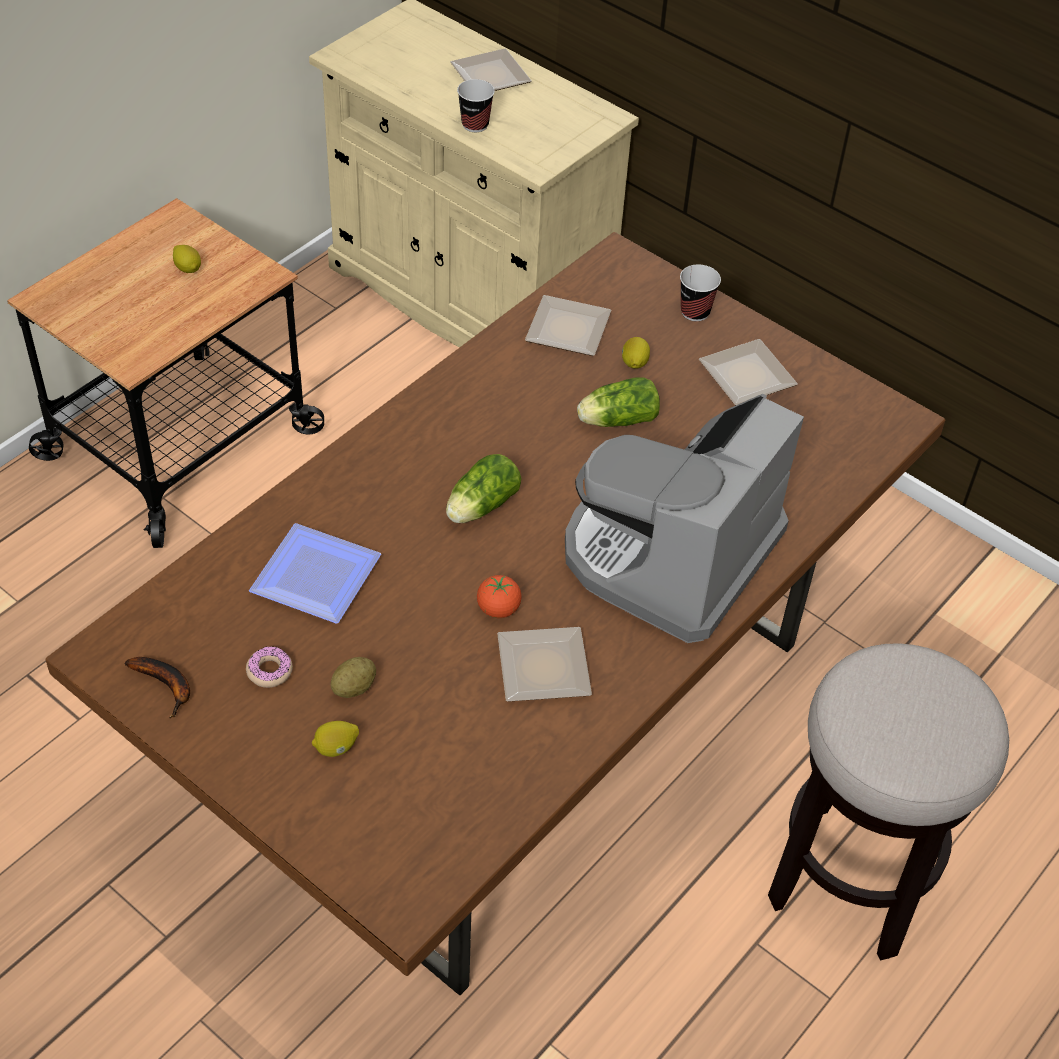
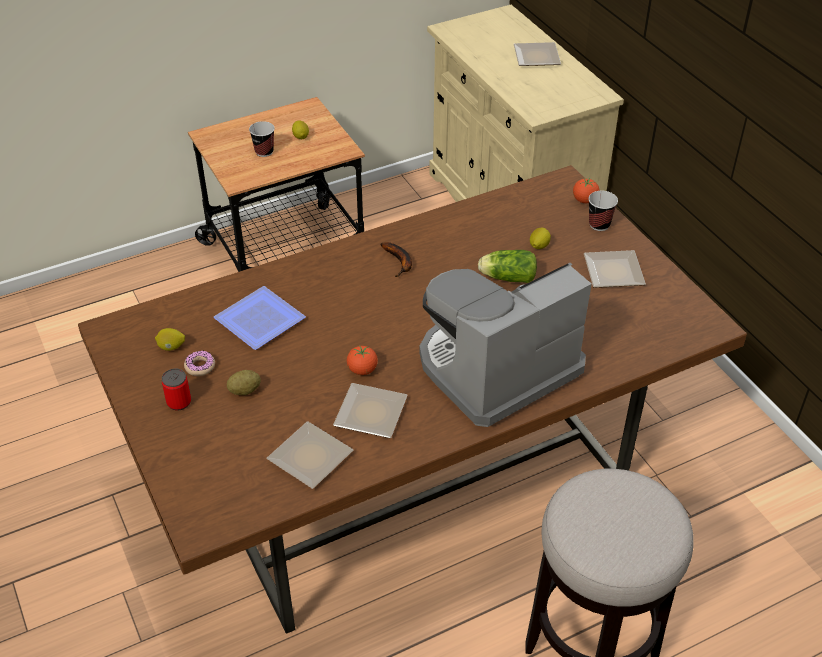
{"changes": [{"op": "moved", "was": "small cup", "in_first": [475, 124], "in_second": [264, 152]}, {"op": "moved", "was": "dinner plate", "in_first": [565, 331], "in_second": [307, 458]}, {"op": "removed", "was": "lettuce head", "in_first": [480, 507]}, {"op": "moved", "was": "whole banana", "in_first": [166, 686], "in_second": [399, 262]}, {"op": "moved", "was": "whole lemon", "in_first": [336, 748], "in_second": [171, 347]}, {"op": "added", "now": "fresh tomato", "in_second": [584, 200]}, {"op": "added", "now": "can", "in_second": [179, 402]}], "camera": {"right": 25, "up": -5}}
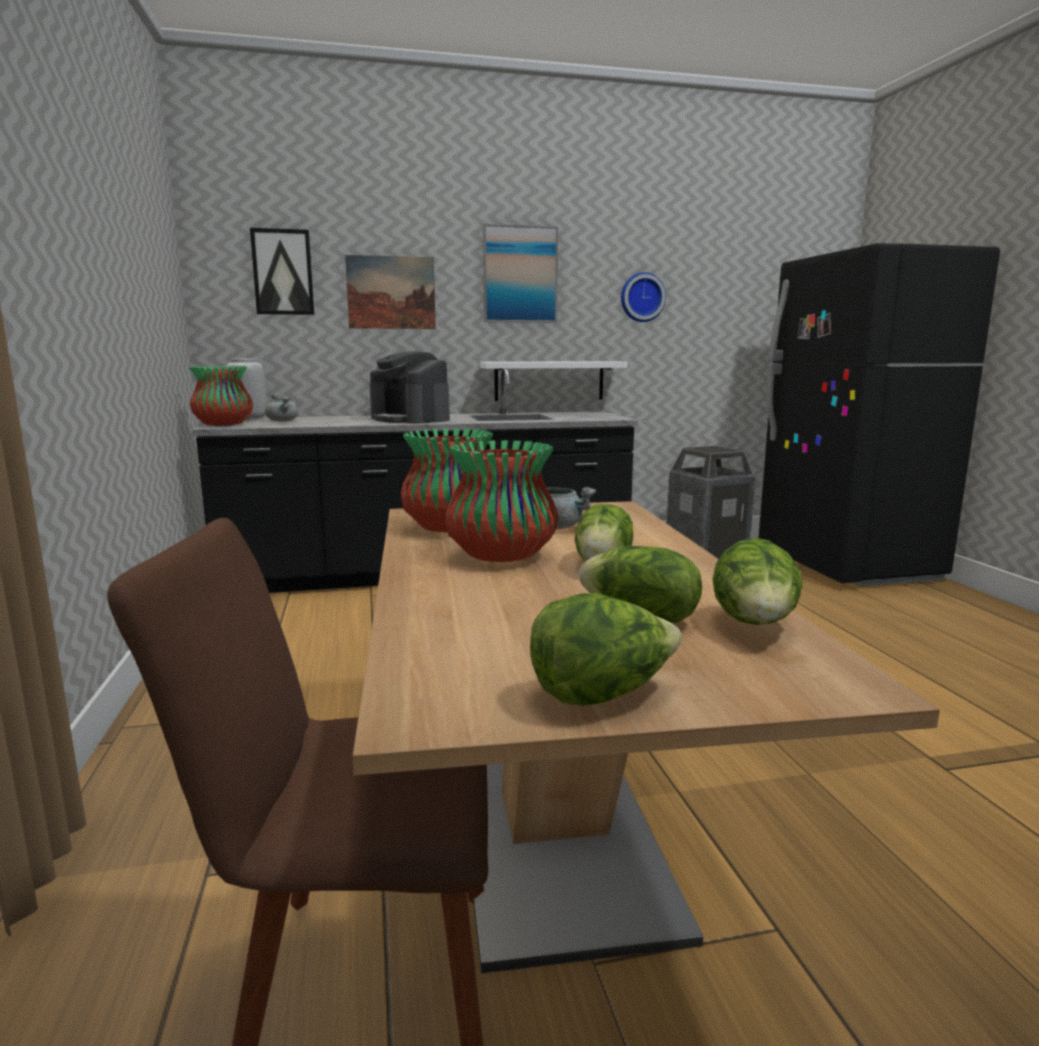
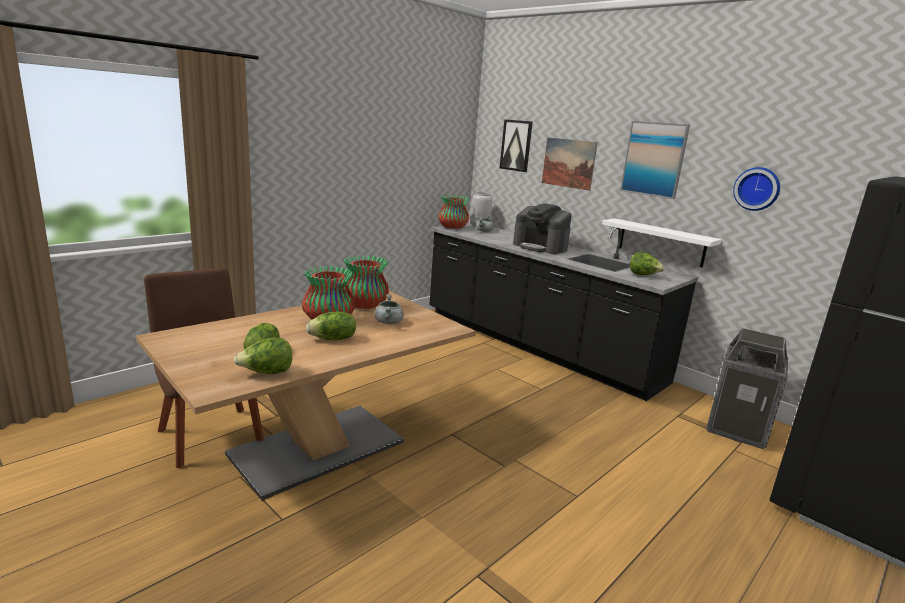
{"changes": [{"op": "turned", "was": "coffee maker", "in_first": [410, 419], "in_second": [540, 247], "clockwise": -60}, {"op": "moved", "was": "lettuce head", "in_first": [601, 694], "in_second": [643, 275]}], "camera": {"right": 55, "up": 5}}
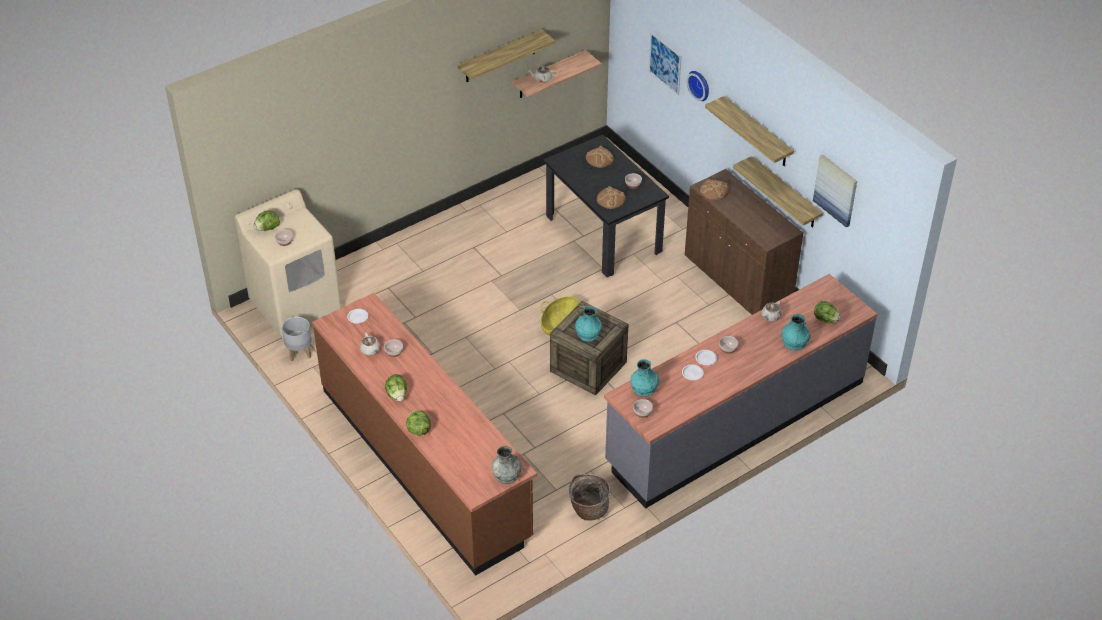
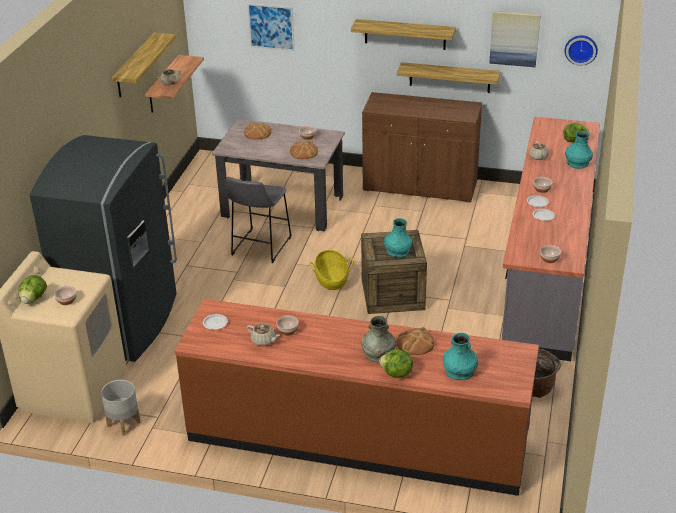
{"changes": [{"op": "moved", "was": "clock on the wall", "in_first": [700, 85], "in_second": [581, 49]}, {"op": "recoloured", "was": "black-coloured dining table", "now": "beige dining table", "in_first": [603, 234], "in_second": [282, 207]}, {"op": "moved", "was": "baked bread", "in_first": [714, 191], "in_second": [415, 343]}, {"op": "moved", "was": "blue-green vase", "in_first": [644, 388], "in_second": [459, 370]}, {"op": "removed", "was": "lettuce head", "in_first": [397, 395]}, {"op": "moved", "was": "gray vase", "in_first": [506, 474], "in_second": [378, 353]}, {"op": "added", "now": "gray refrigerator", "in_second": [124, 323]}, {"op": "added", "now": "gray stool seat", "in_second": [259, 247]}], "camera": {"right": -40, "up": -10}}
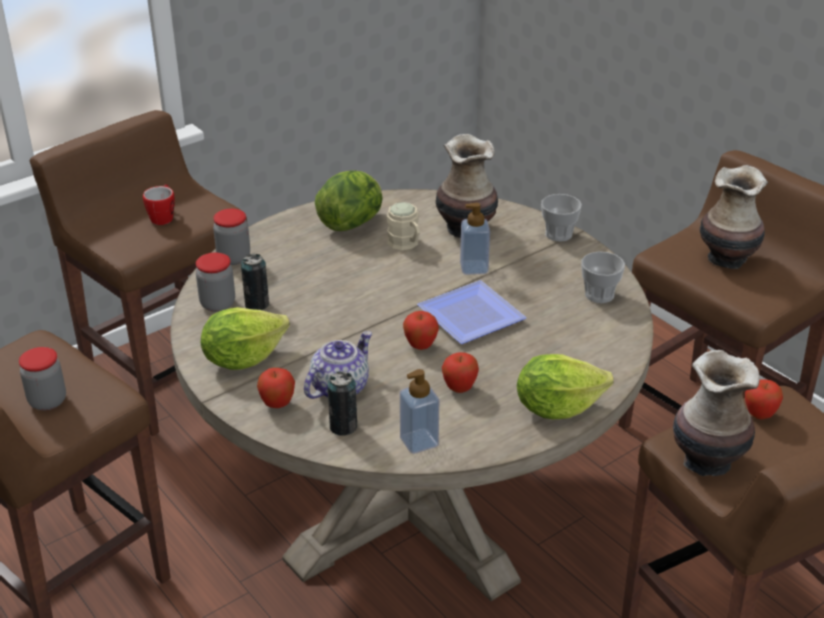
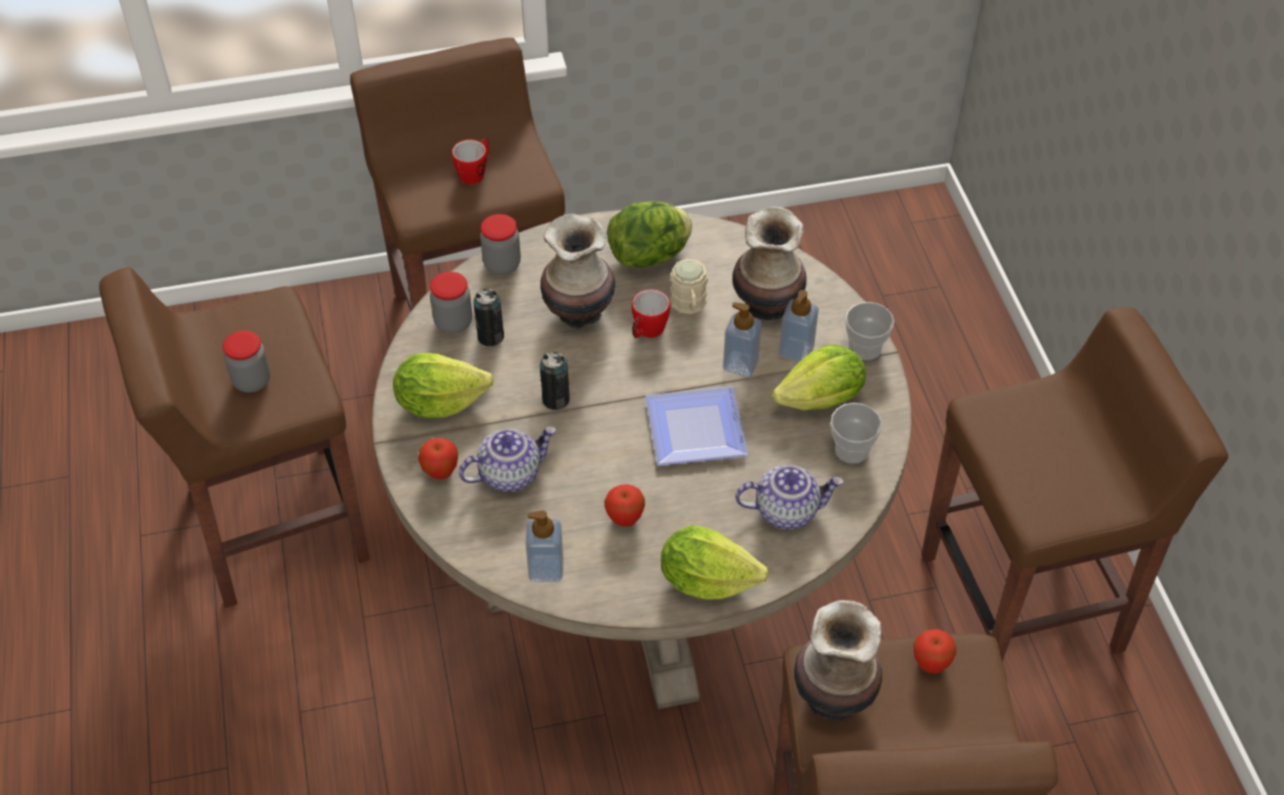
{"changes": [{"op": "moved", "was": "vase", "in_first": [727, 258], "in_second": [580, 311]}, {"op": "removed", "was": "apple", "in_first": [420, 346]}, {"op": "moved", "was": "can", "in_first": [343, 426], "in_second": [556, 399]}, {"op": "added", "now": "tea mug", "in_second": [647, 332]}, {"op": "added", "now": "liquid soap bottle", "in_second": [796, 350]}, {"op": "added", "now": "lettuce head", "in_second": [821, 400]}, {"op": "added", "now": "tea pot", "in_second": [787, 510]}], "camera": {"right": 25, "up": 15}}
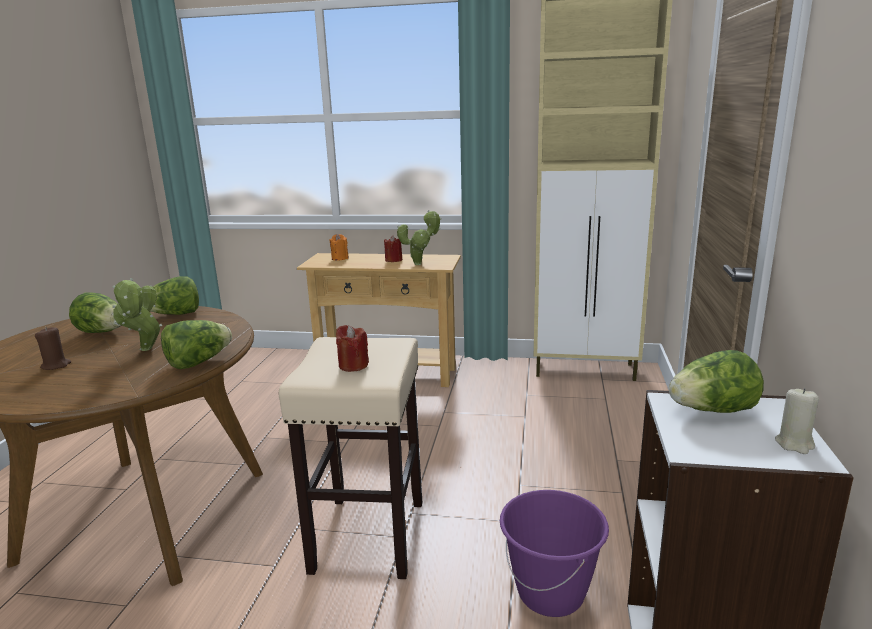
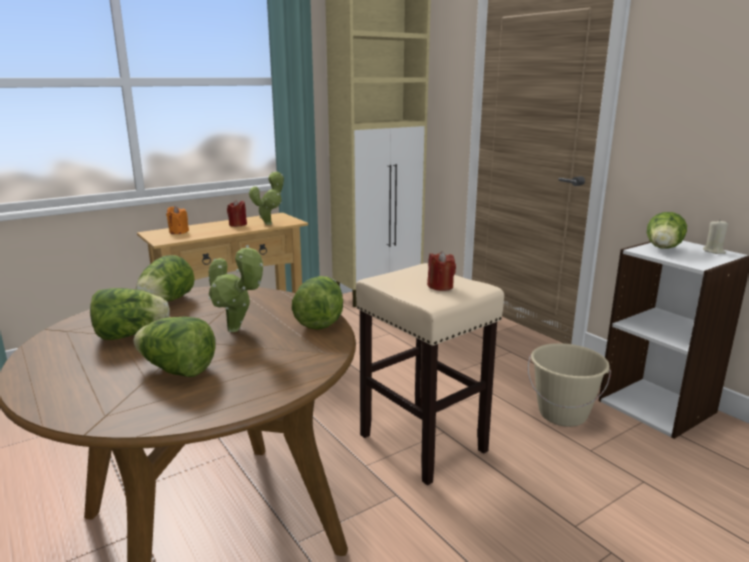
{"changes": [{"op": "replaced", "was": "brown-coloured wax light", "now": "lettuce head", "in_first": [56, 365], "in_second": [177, 370]}, {"op": "recoloured", "was": "purple bucket", "now": "beige bucket", "in_first": [551, 593], "in_second": [562, 414]}], "camera": {"right": -45, "up": 0}}
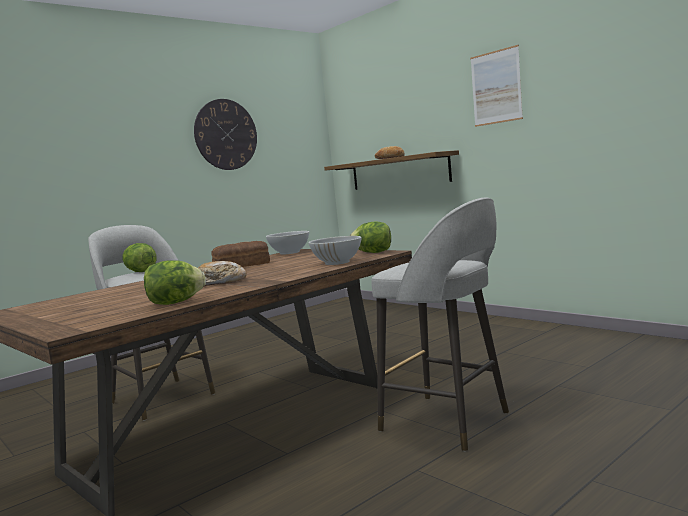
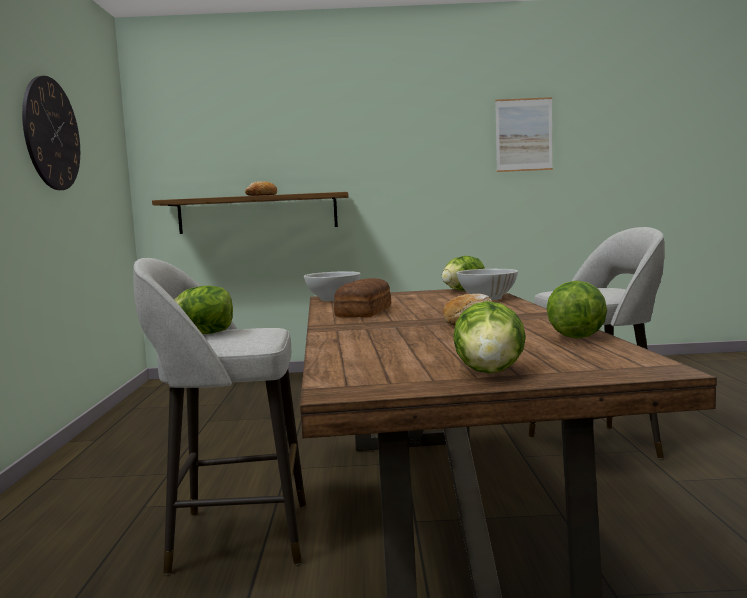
{"changes": [{"op": "moved", "was": "picture", "in_first": [496, 87], "in_second": [524, 135]}, {"op": "added", "now": "lettuce head", "in_second": [489, 372]}], "camera": {"right": -50, "up": 0}}
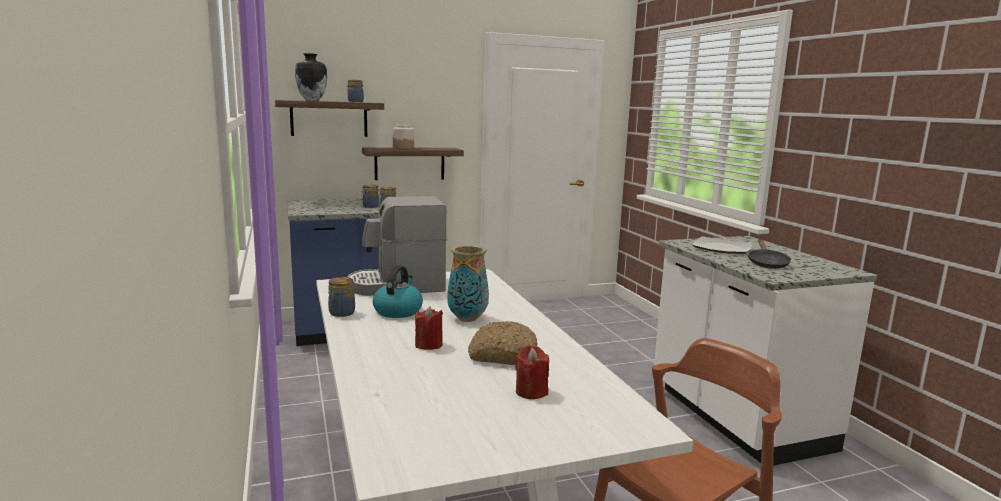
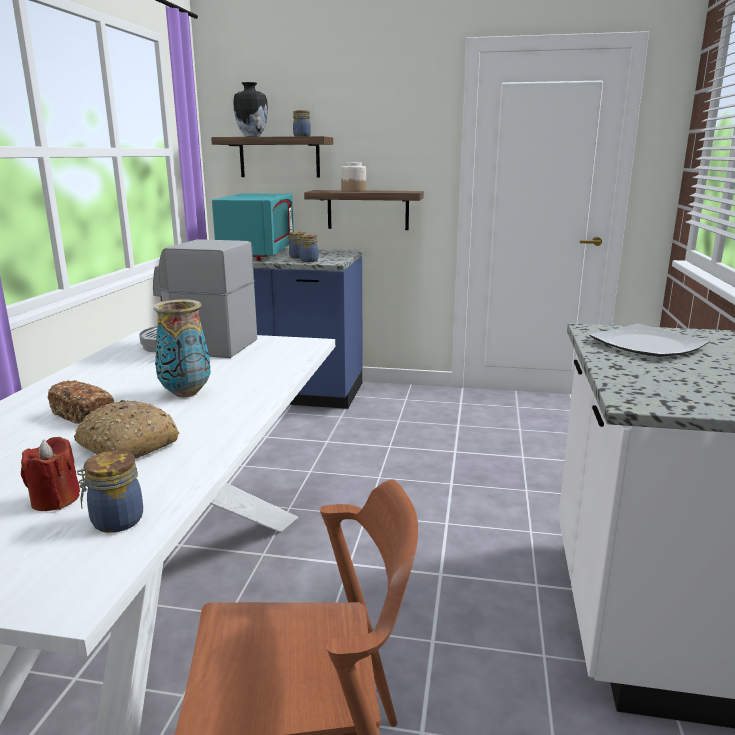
{"changes": [{"op": "removed", "was": "black-coloured skillet", "in_first": [766, 263]}, {"op": "removed", "was": "kettle", "in_first": [398, 311]}, {"op": "moved", "was": "storage jar", "in_first": [341, 313], "in_second": [115, 521]}, {"op": "replaced", "was": "red-coloured wax light", "now": "baked bread", "in_first": [428, 345], "in_second": [84, 416]}, {"op": "added", "now": "blue-green kitchen microwave", "in_second": [258, 254]}], "camera": {"right": 30, "up": 5}}
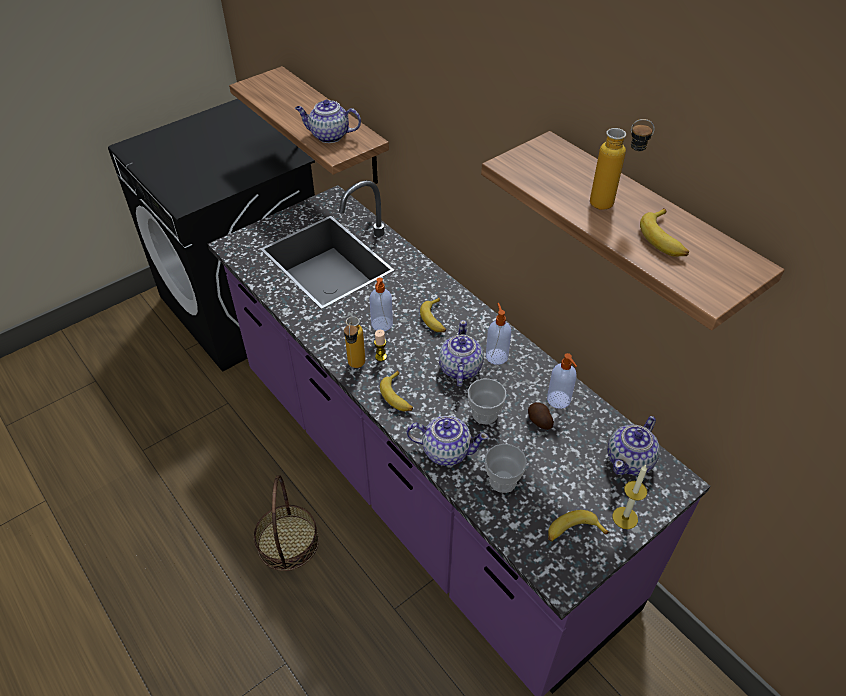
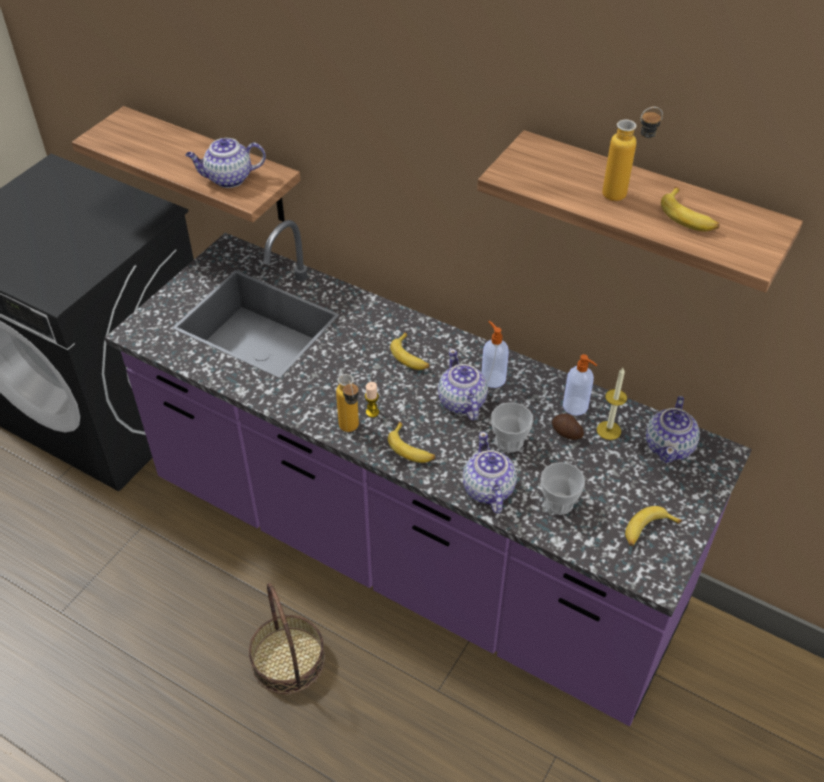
{"changes": [{"op": "removed", "was": "liquid soap bottle", "in_first": [381, 324]}, {"op": "turned", "was": "tea pot", "in_first": [445, 450], "in_second": [488, 490], "clockwise": -90}, {"op": "moved", "was": "wax light", "in_first": [625, 518], "in_second": [608, 430]}], "camera": {"right": -20, "up": 0}}
